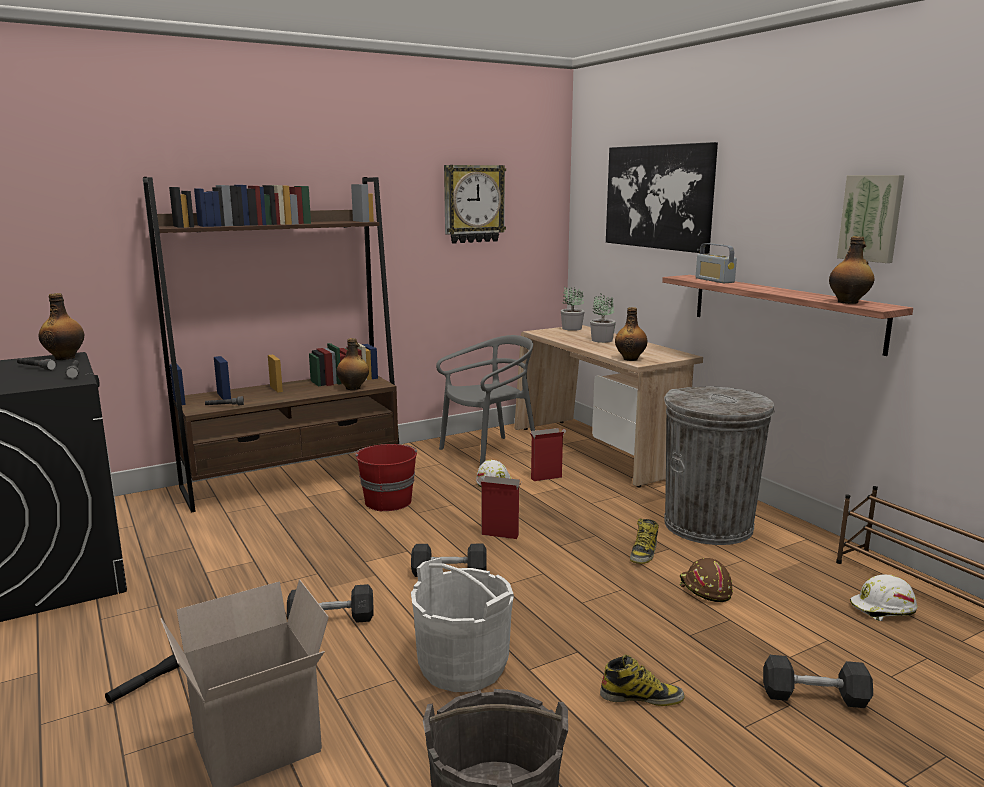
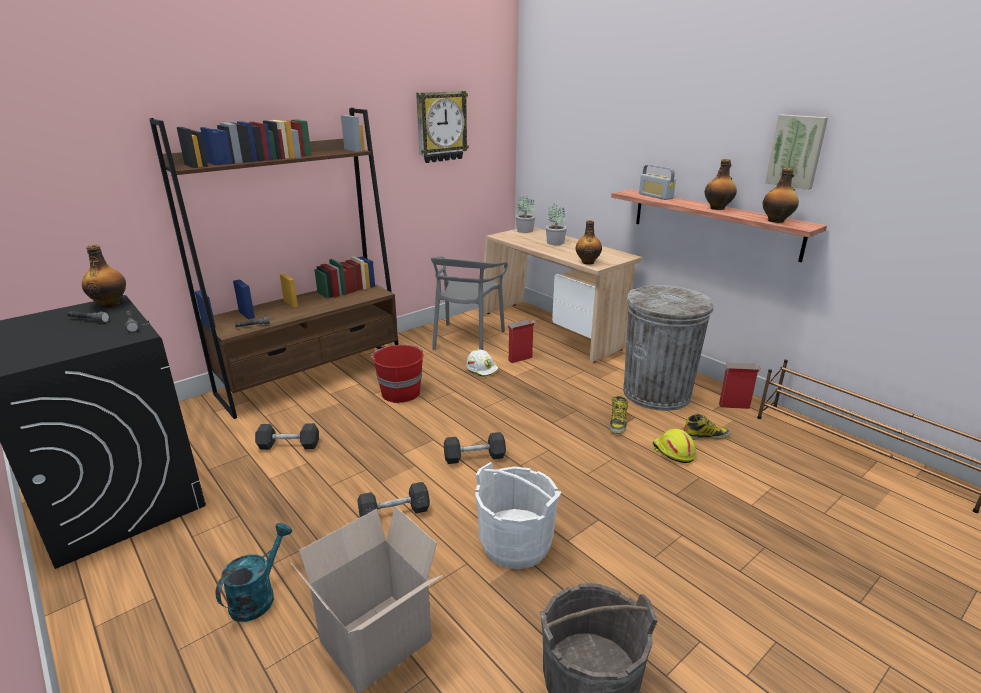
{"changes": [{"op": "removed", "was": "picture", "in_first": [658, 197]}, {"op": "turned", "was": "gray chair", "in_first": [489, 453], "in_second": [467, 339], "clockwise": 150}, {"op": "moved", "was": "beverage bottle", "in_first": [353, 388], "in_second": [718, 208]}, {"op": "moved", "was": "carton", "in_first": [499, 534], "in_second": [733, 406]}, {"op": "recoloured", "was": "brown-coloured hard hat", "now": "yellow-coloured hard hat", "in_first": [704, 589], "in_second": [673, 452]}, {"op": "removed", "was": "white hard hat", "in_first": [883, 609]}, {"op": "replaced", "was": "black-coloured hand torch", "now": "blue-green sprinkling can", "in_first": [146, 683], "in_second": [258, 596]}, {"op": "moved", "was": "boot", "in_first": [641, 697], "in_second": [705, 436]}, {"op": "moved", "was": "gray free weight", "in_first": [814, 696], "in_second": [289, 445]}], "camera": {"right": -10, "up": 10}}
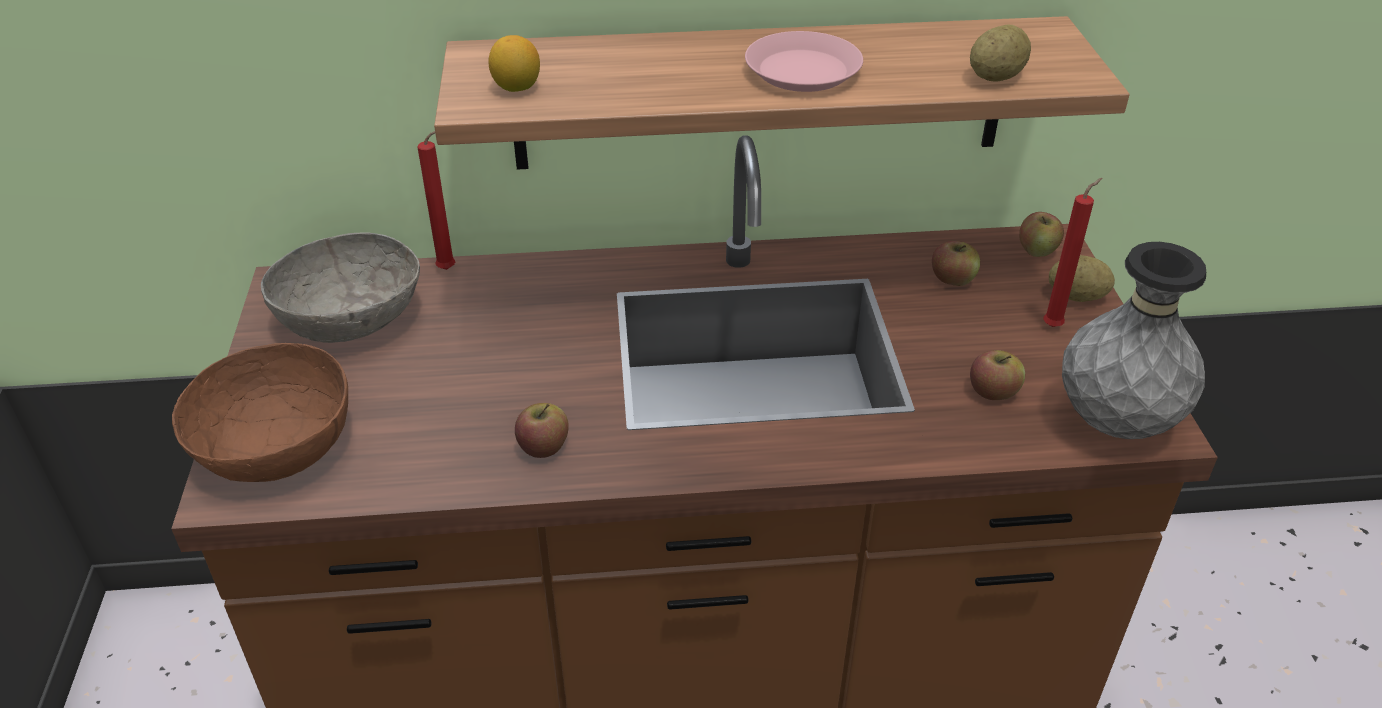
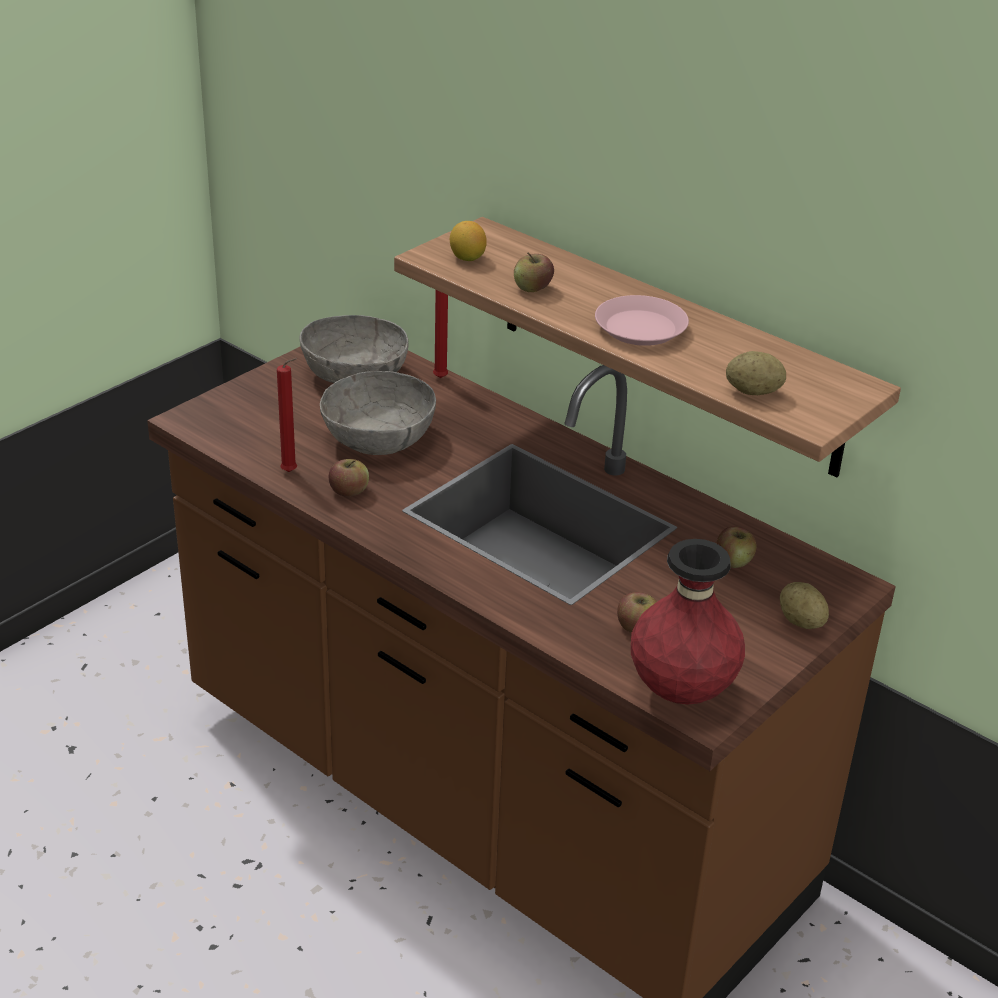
{"changes": [{"op": "moved", "was": "red-coloured wax light", "in_first": [1055, 325], "in_second": [291, 472]}, {"op": "moved", "was": "apple", "in_first": [1037, 250], "in_second": [533, 288]}, {"op": "recoloured", "was": "gray vase", "now": "red-coloured vase", "in_first": [1115, 423], "in_second": [681, 691]}, {"op": "removed", "was": "brown-coloured bowl", "in_first": [276, 446]}, {"op": "added", "now": "gray bowl", "in_second": [378, 438]}], "camera": {"right": 45, "up": -5}}
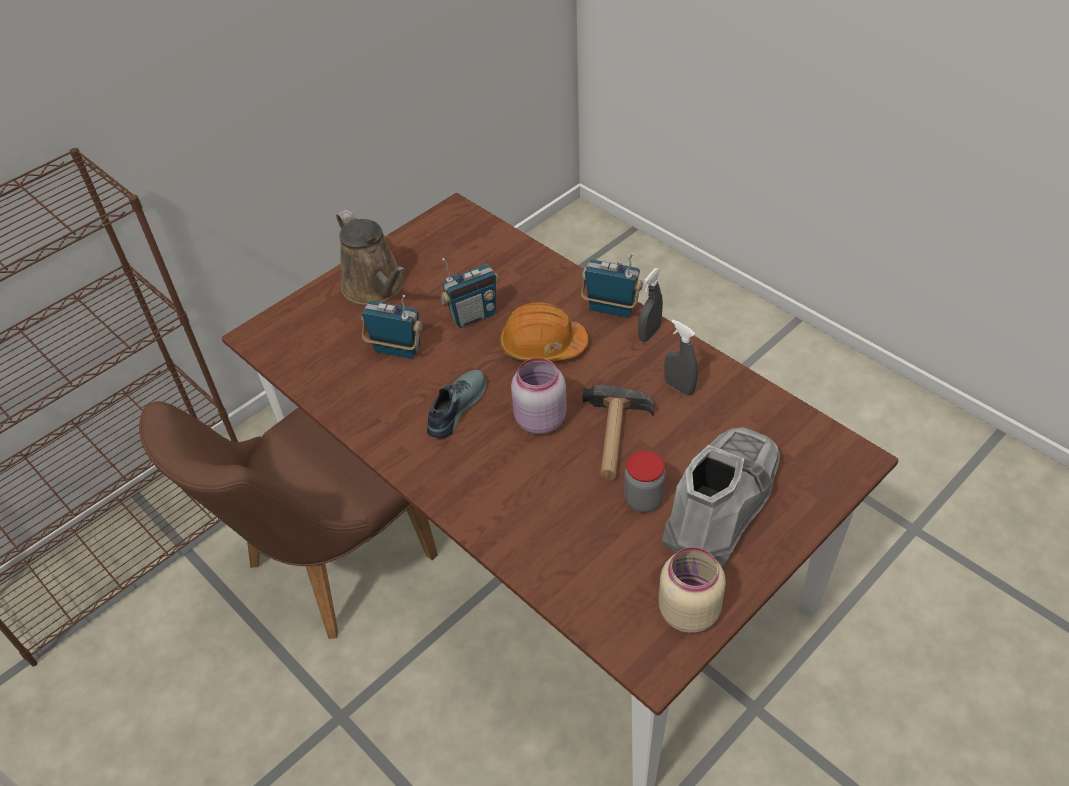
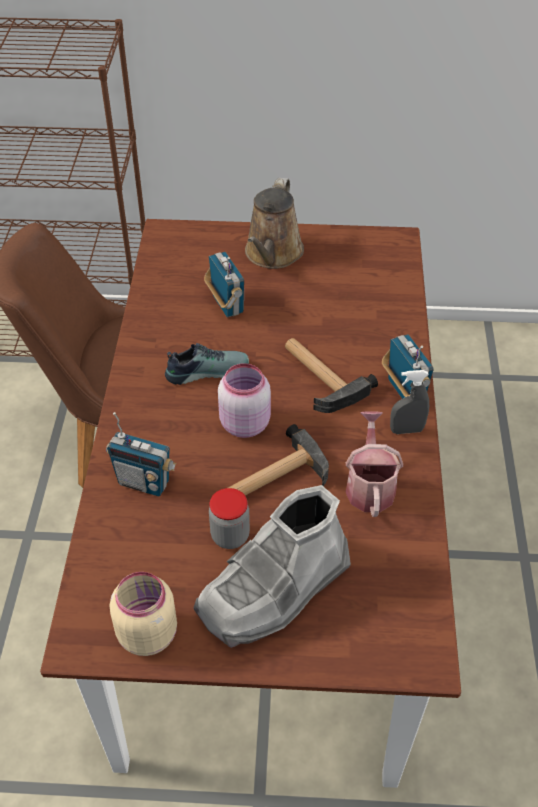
{"changes": [{"op": "moved", "was": "radio set", "in_first": [473, 315], "in_second": [144, 482]}, {"op": "replaced", "was": "orangey hard hat", "now": "tool hammer", "in_first": [542, 346], "in_second": [319, 376]}, {"op": "replaced", "was": "gray hand sprayer", "now": "sprinkling can", "in_first": [679, 387], "in_second": [370, 485]}, {"op": "turned", "was": "gray boot", "in_first": [721, 505], "in_second": [274, 590], "clockwise": 150}], "camera": {"right": 45, "up": 0}}
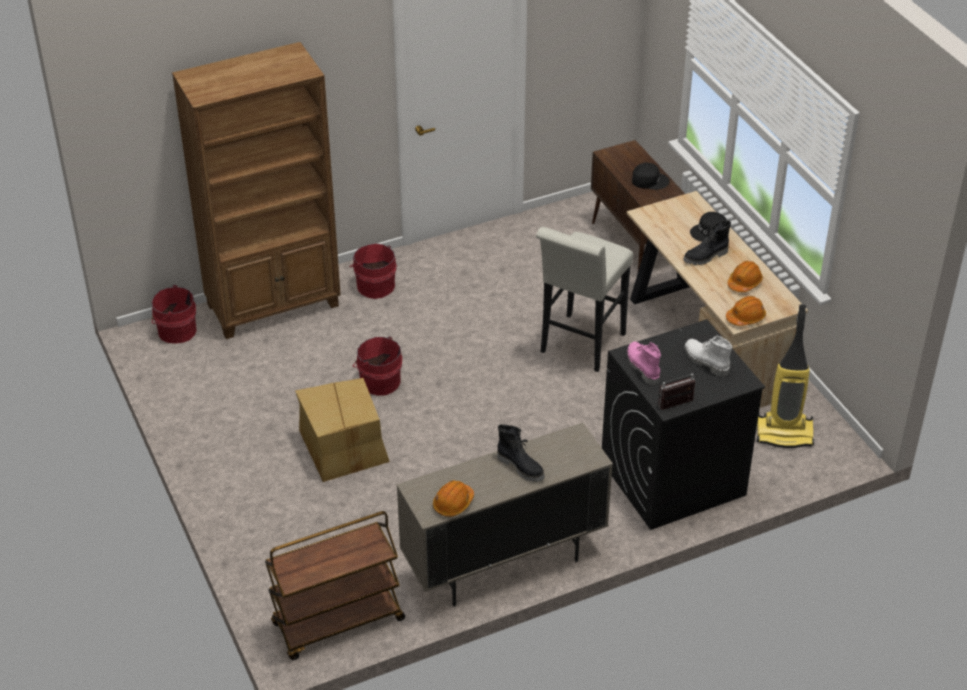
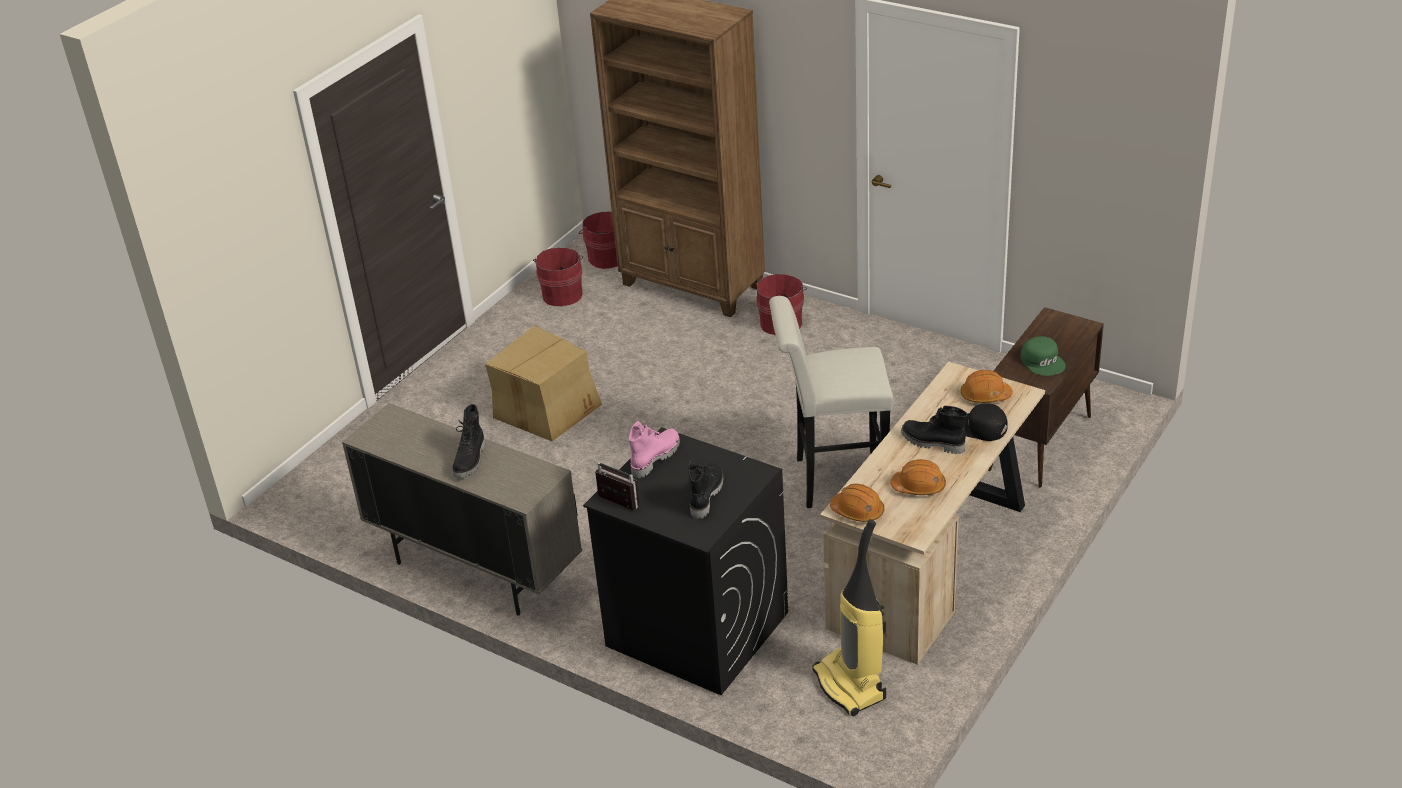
{"changes": [{"op": "recoloured", "was": "black-coloured baseball cap", "now": "greenish baseball cap", "in_first": [649, 180], "in_second": [1043, 361]}, {"op": "moved", "was": "red-coloured bucket", "in_first": [379, 381], "in_second": [562, 294]}, {"op": "recoloured", "was": "white boot", "now": "black-coloured boot", "in_first": [705, 362], "in_second": [705, 495]}, {"op": "moved", "was": "orangey hard hat", "in_first": [453, 503], "in_second": [985, 396]}, {"op": "removed", "was": "brown-coloured cart", "in_first": [337, 623]}], "camera": {"right": 60, "up": -5}}
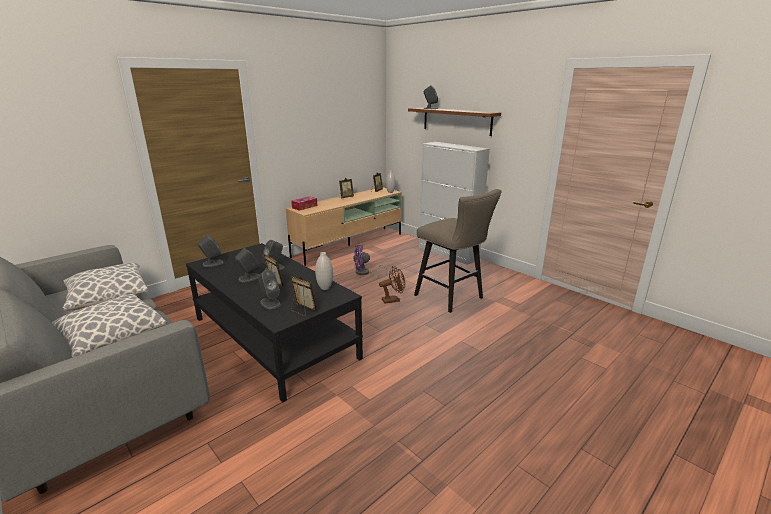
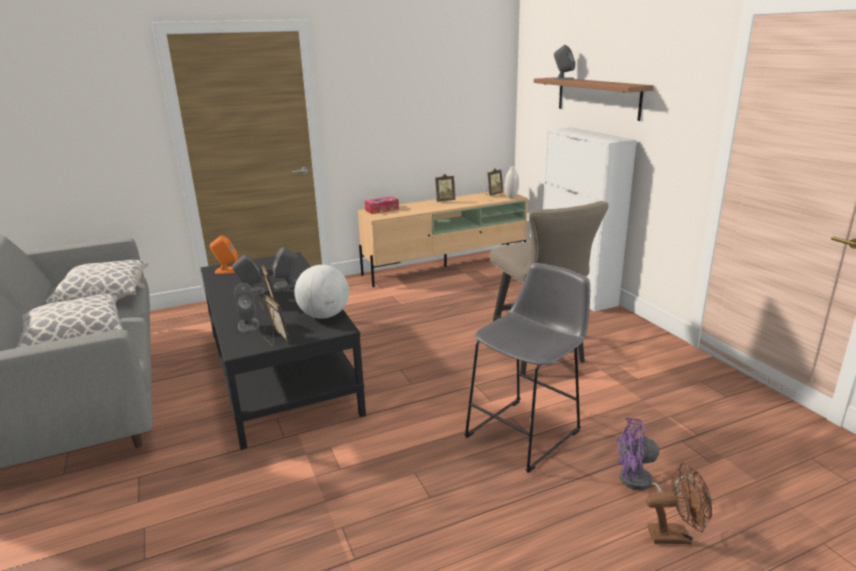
{"changes": [{"op": "recoloured", "was": "gray speaker", "now": "orangey speaker", "in_first": [212, 263], "in_second": [227, 270]}, {"op": "moved", "was": "purple electric fan", "in_first": [365, 273], "in_second": [642, 484]}, {"op": "replaced", "was": "white vase", "now": "desk globe", "in_first": [325, 288], "in_second": [324, 315]}, {"op": "moved", "was": "brown-coloured electric fan", "in_first": [393, 300], "in_second": [675, 535]}, {"op": "added", "now": "gray stool seat", "in_second": [527, 431]}], "camera": {"right": 20, "up": 0}}
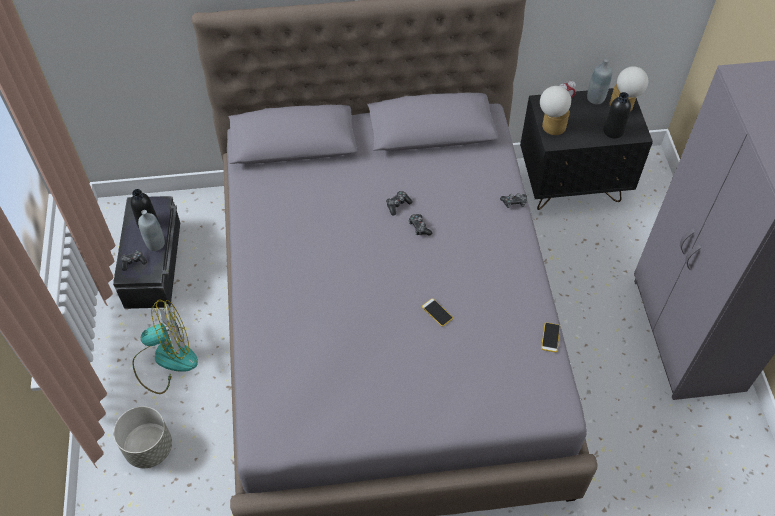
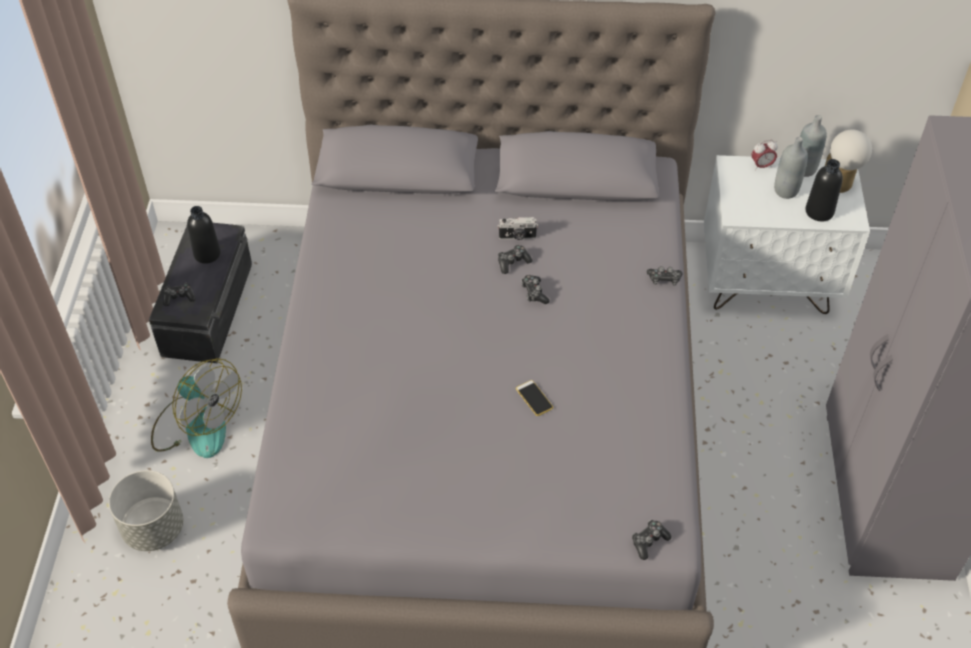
{"changes": [{"op": "removed", "was": "lamp for a table", "in_first": [550, 127]}, {"op": "recoloured", "was": "black-coloured bedside table", "now": "white bedside table", "in_first": [572, 184], "in_second": [767, 284]}, {"op": "moved", "was": "gray beverage bottle", "in_first": [155, 244], "in_second": [786, 191]}, {"op": "turned", "was": "electric fan", "in_first": [165, 360], "in_second": [197, 425], "clockwise": 45}, {"op": "removed", "was": "handset", "in_first": [550, 337]}, {"op": "added", "now": "photo camera", "in_second": [517, 237]}, {"op": "added", "now": "gamepad", "in_second": [649, 541]}], "camera": {"right": 10, "up": -5}}
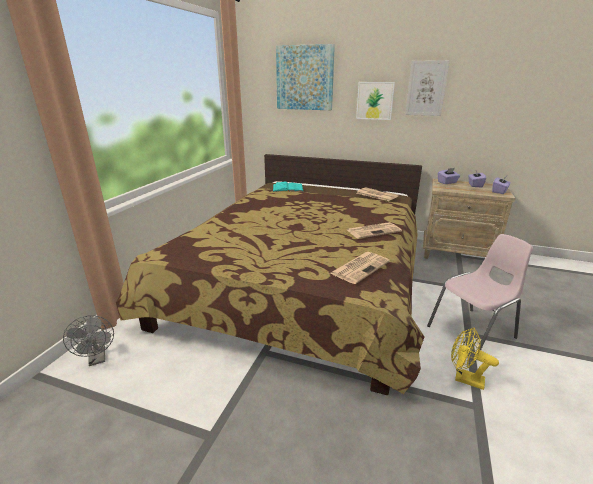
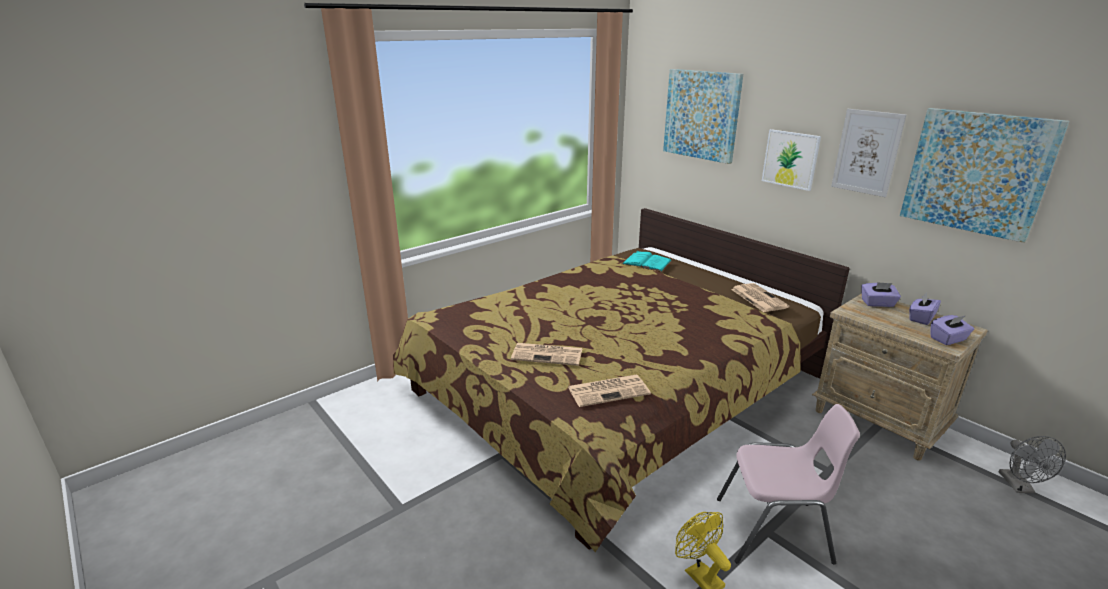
{"changes": [{"op": "moved", "was": "newspaper", "in_first": [374, 230], "in_second": [548, 354]}, {"op": "moved", "was": "gray electric fan", "in_first": [97, 359], "in_second": [1019, 487]}, {"op": "added", "now": "picture", "in_second": [976, 172]}], "camera": {"right": 30, "up": 0}}
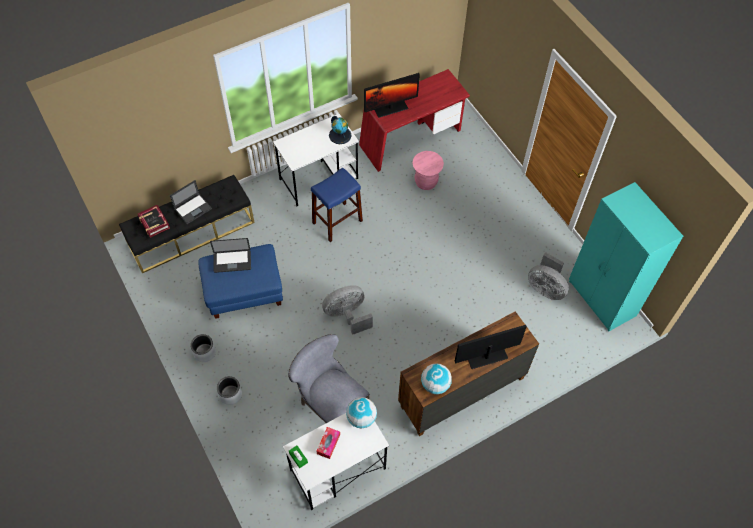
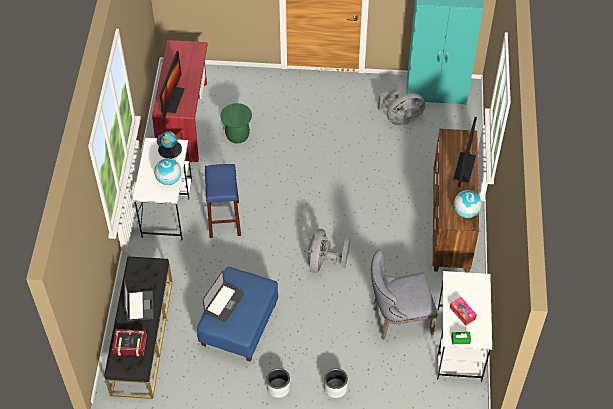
{"changes": [{"op": "recoloured", "was": "pink-coloured stool seat", "now": "greenish stool seat", "in_first": [426, 182], "in_second": [237, 136]}, {"op": "moved", "was": "desk globe", "in_first": [361, 418], "in_second": [169, 179]}], "camera": {"right": -55, "up": -5}}
